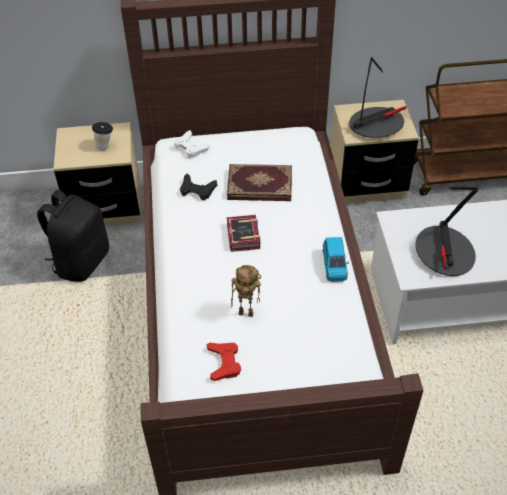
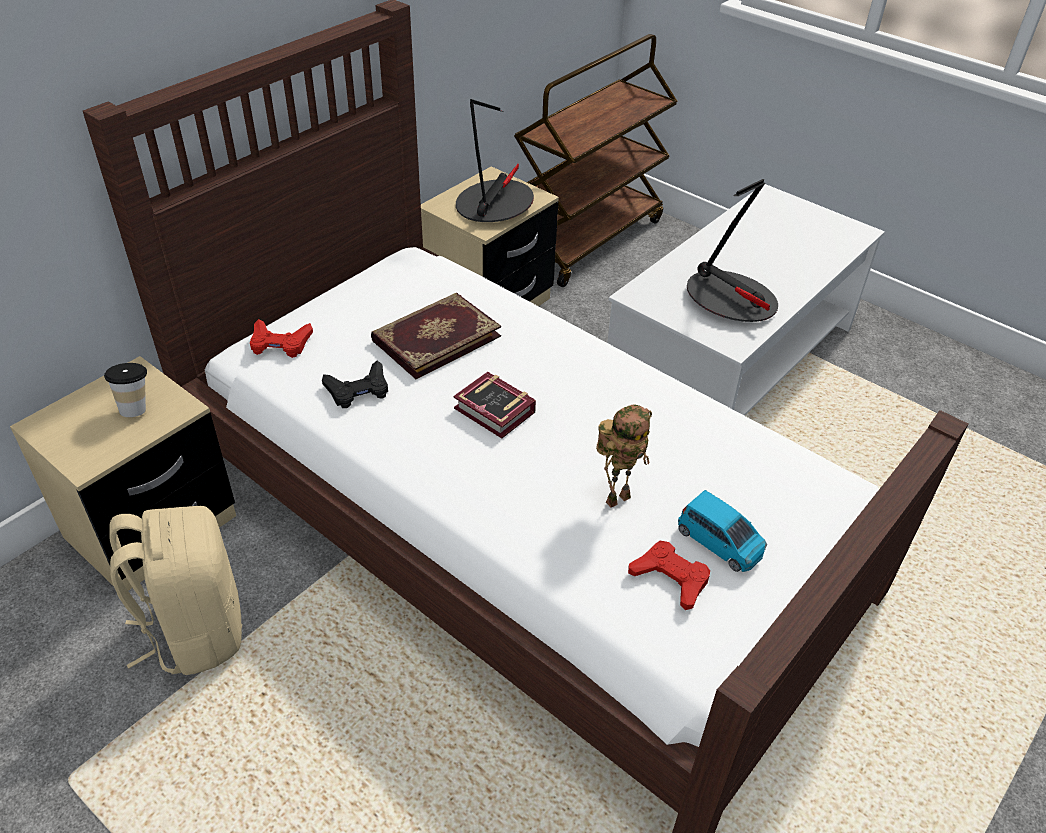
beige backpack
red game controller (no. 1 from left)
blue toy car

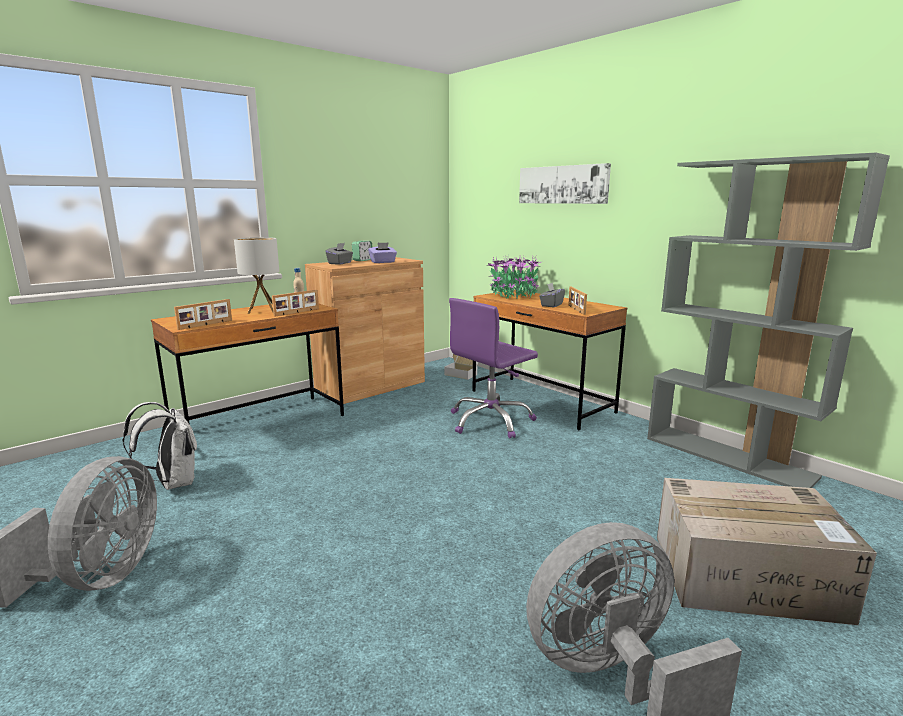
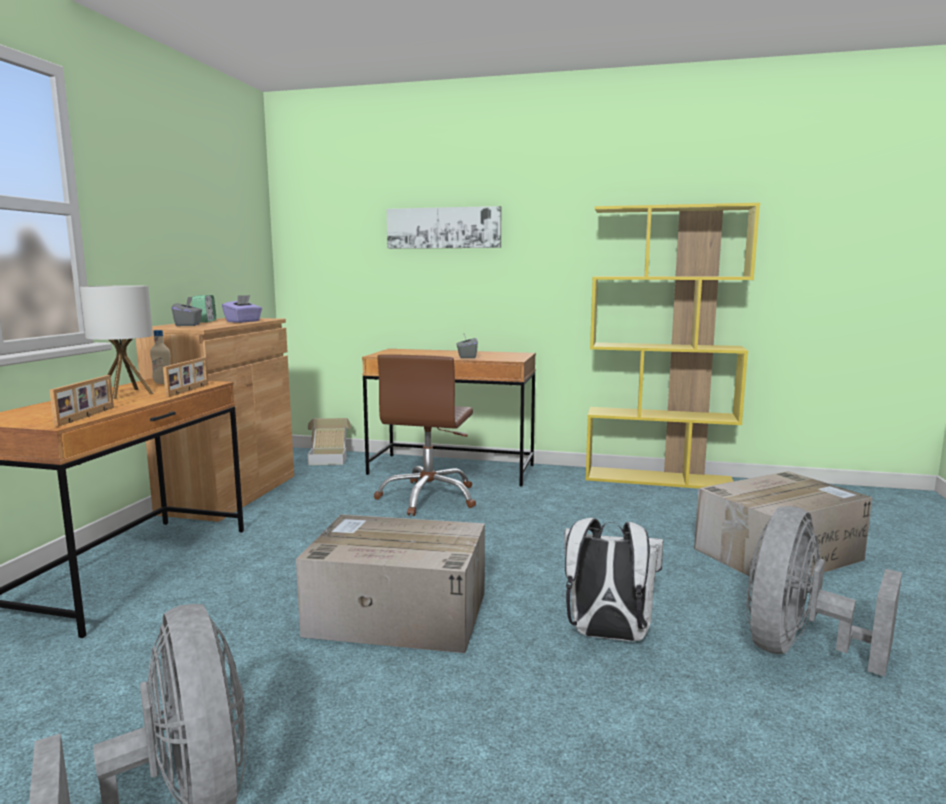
cardboard box (no. 2 from left)
brown office chair
white backpack
yellow bookcase
potted plant
picture frame (no. 3 from left in the first image)

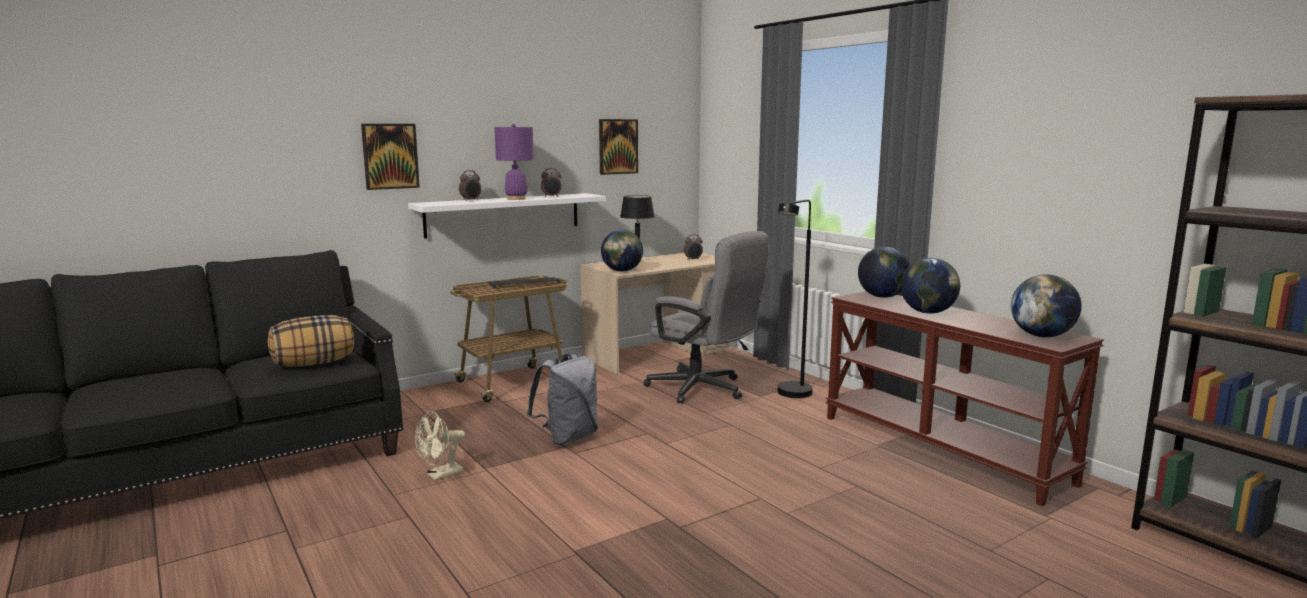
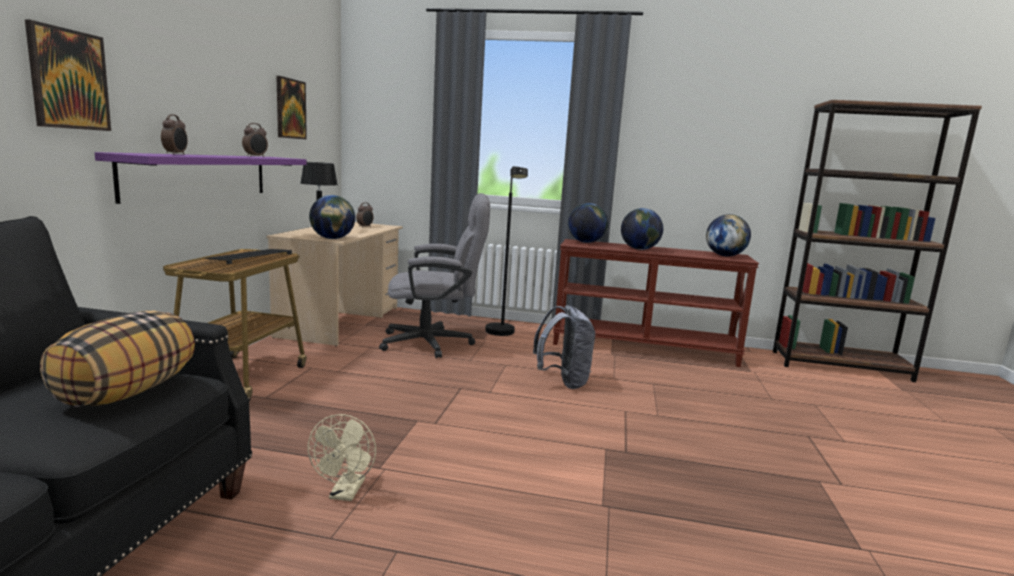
purple shelf
grey backpack
purple table lamp

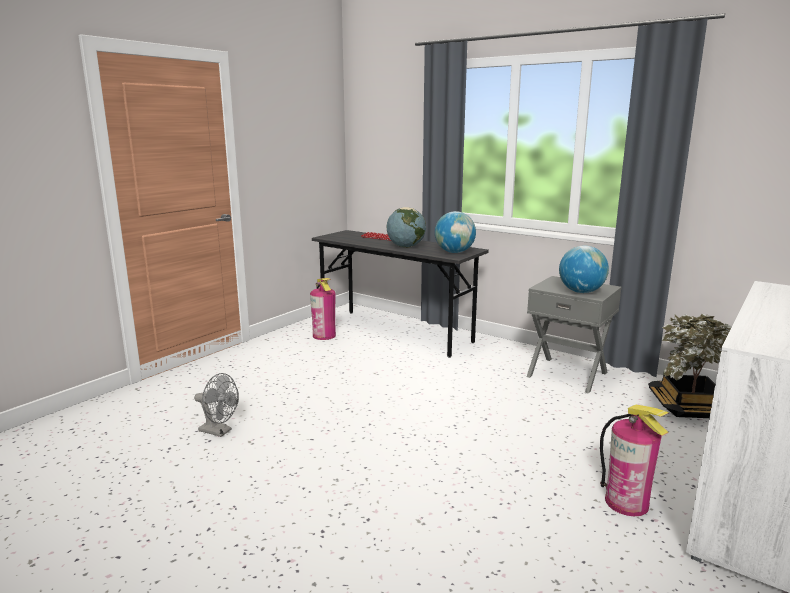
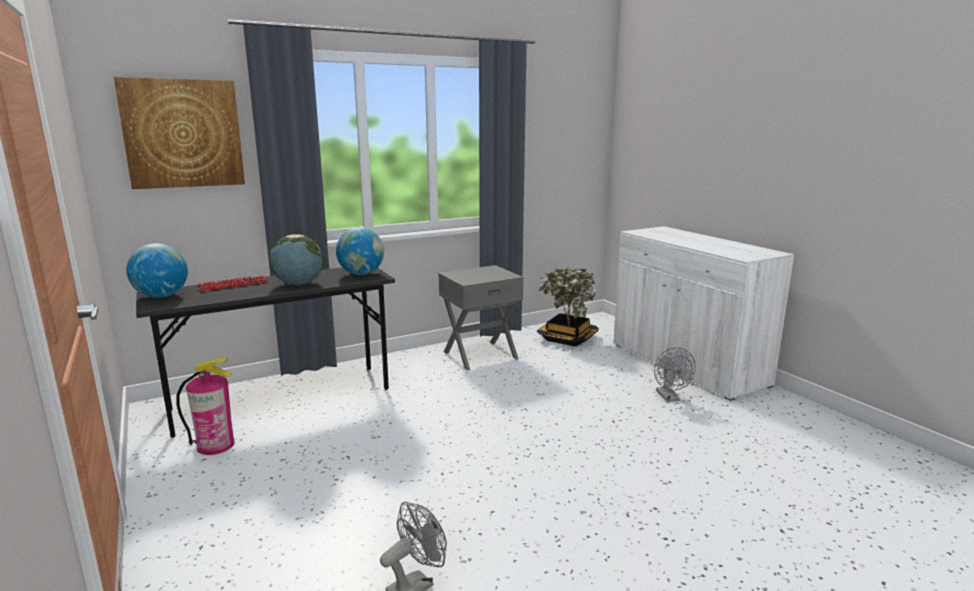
picture
globe (no. 1 from left)
grey fan (no. 2 from left)

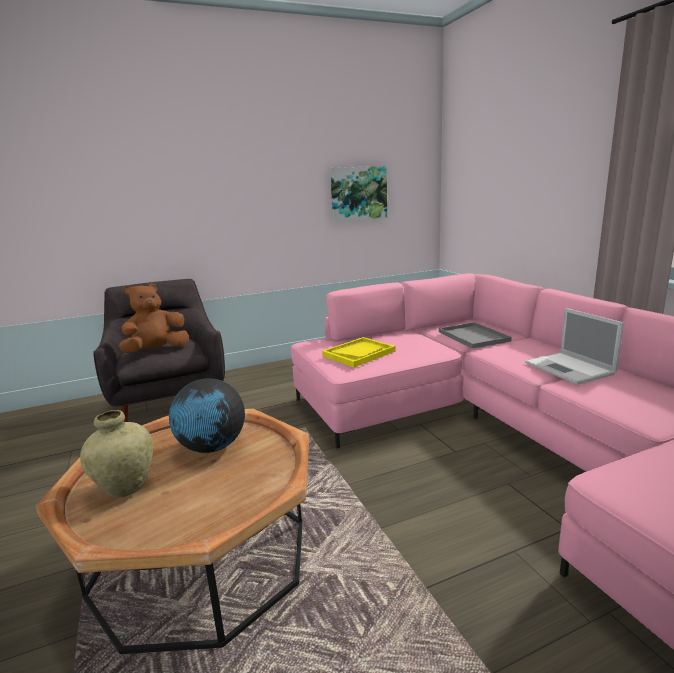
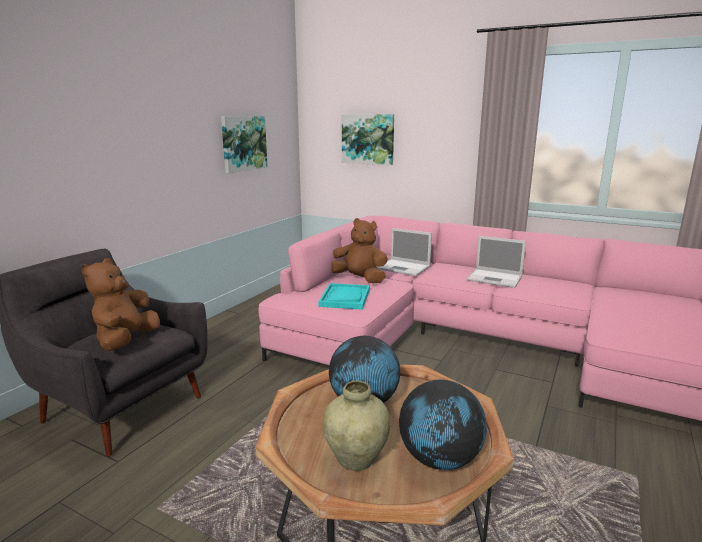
turquoise tray
brown plush toy (no. 2 from left)
picture (no. 2 from left)
laptop (no. 1 from left)
globe (no. 2 from left)

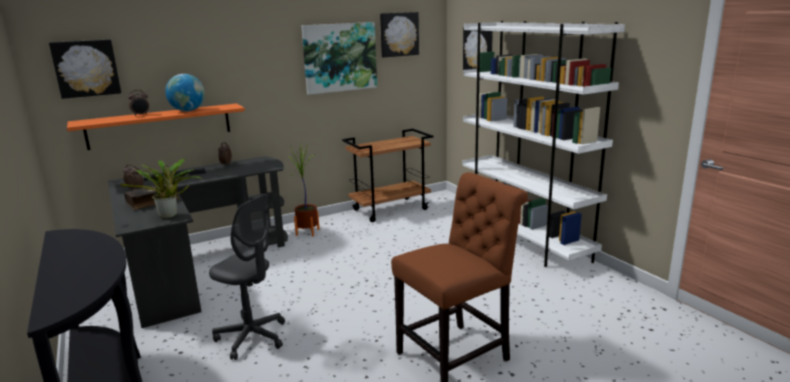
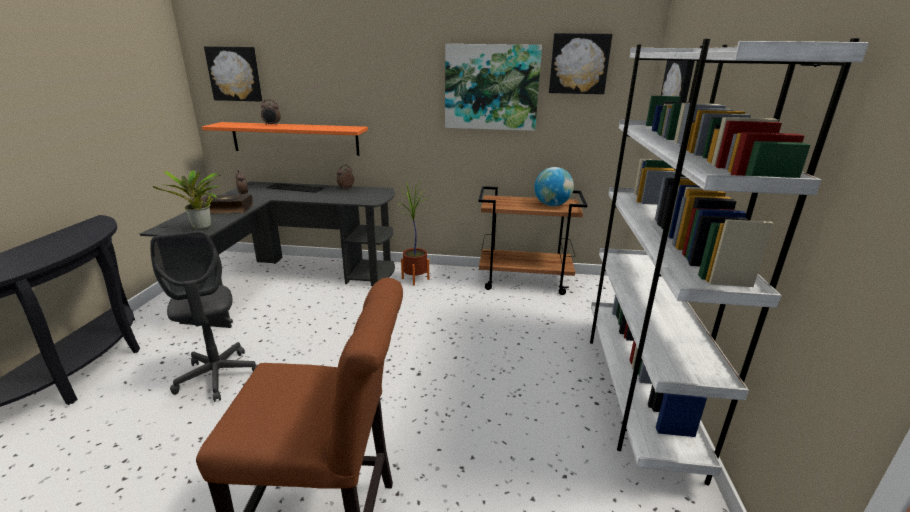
globe

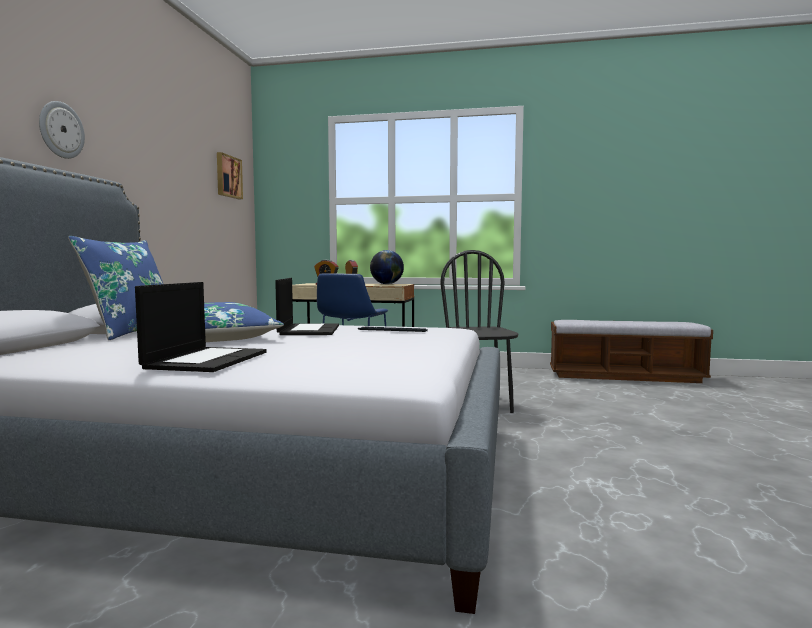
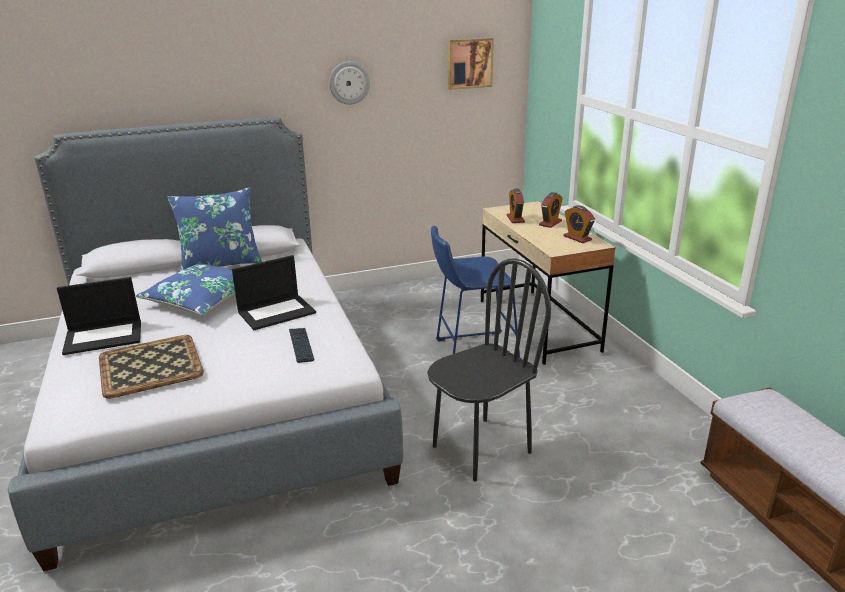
tray
wall clock
alarm clock (no. 3 from left)

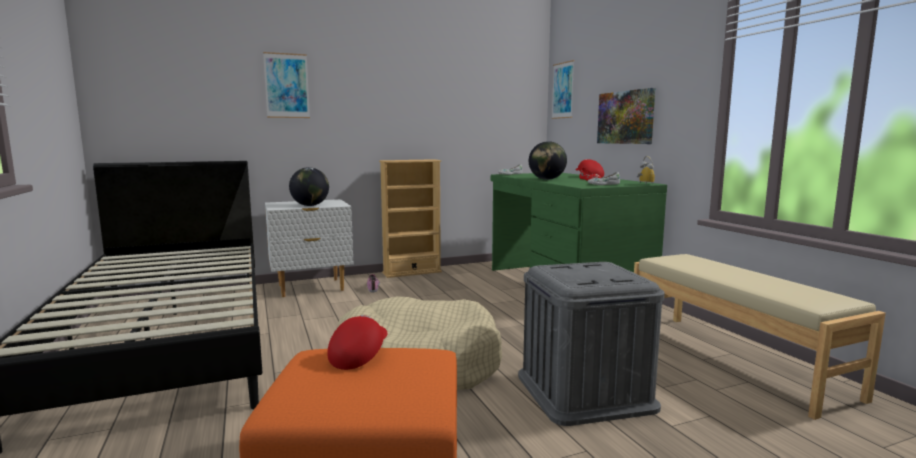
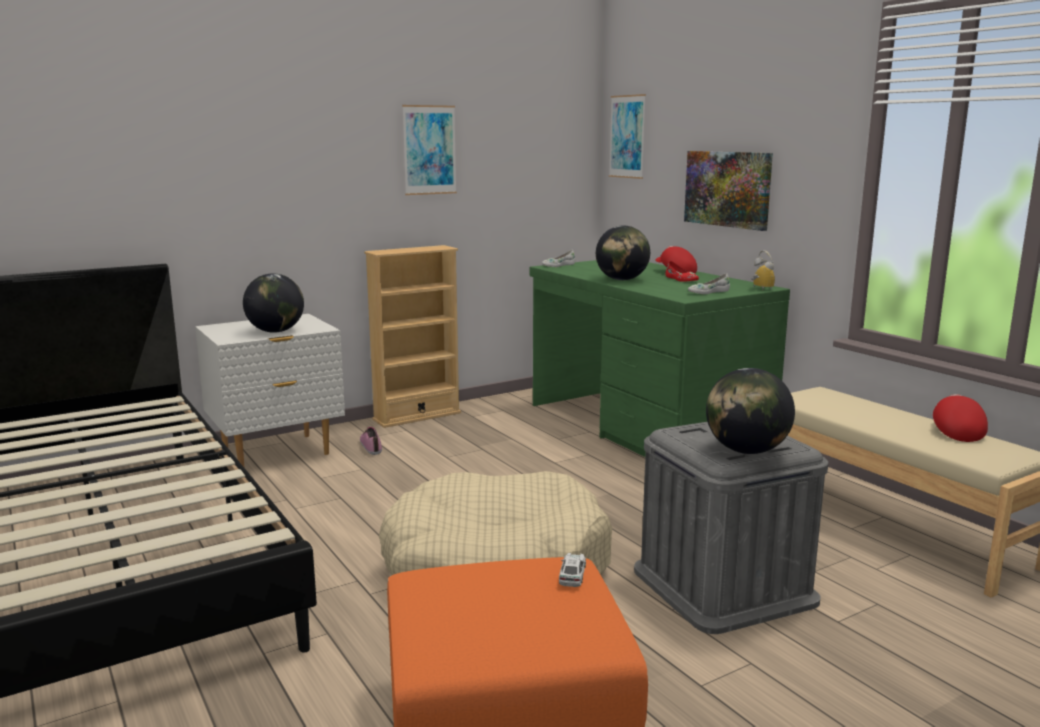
picture (no. 1 from left)
toy car
globe (no. 3 from left)
red cap (no. 2 from left)

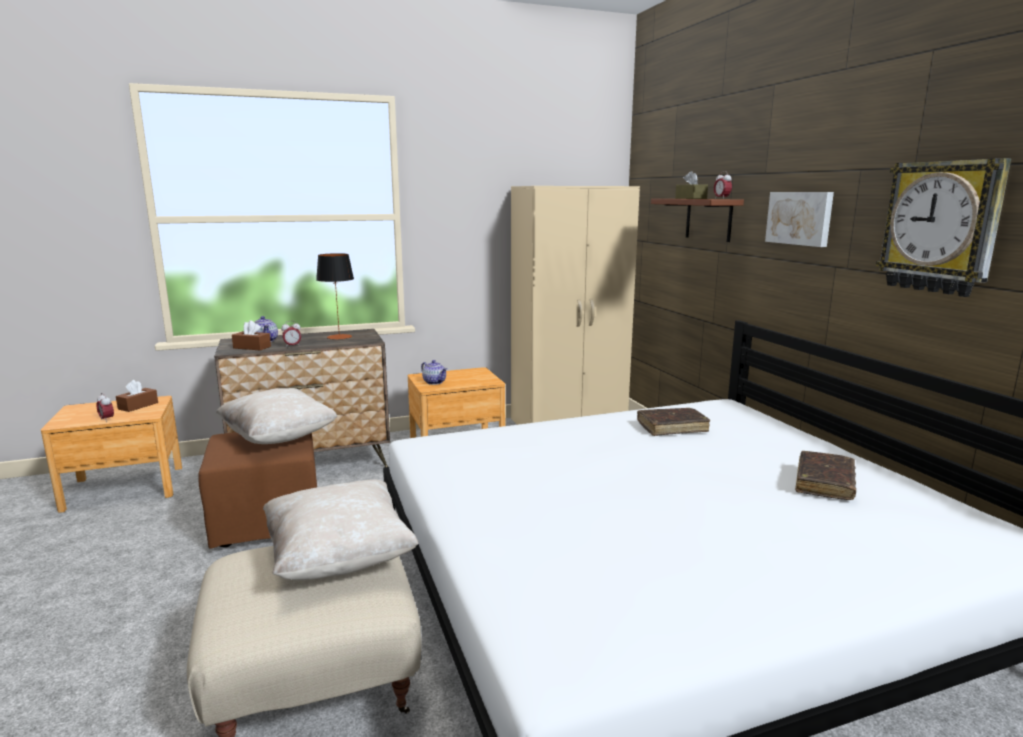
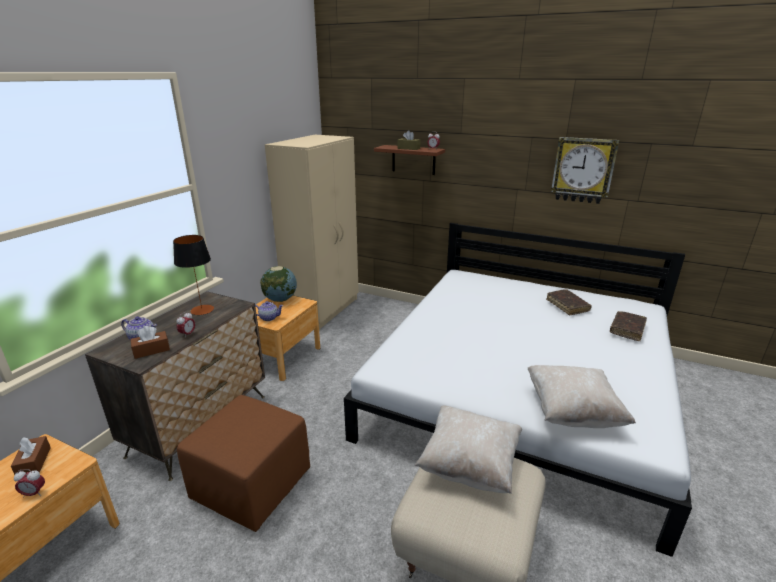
globe
beige pillow (no. 2 from left)
brown book (no. 2 from left)
picture

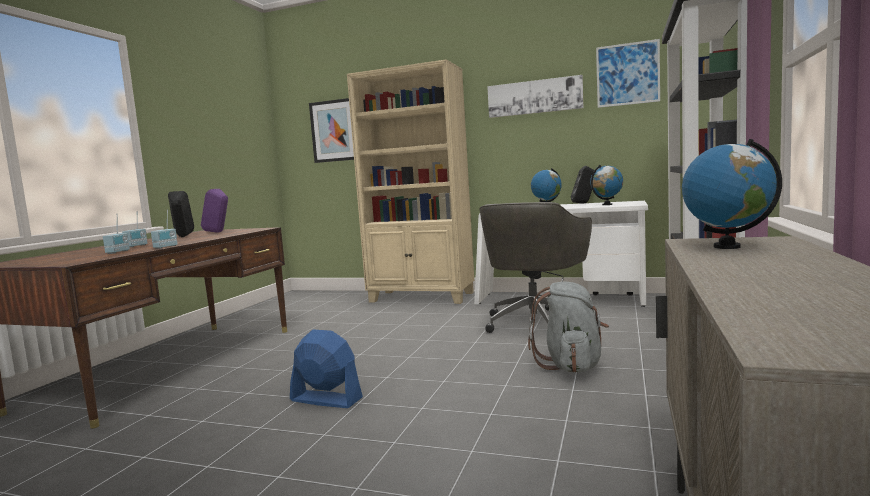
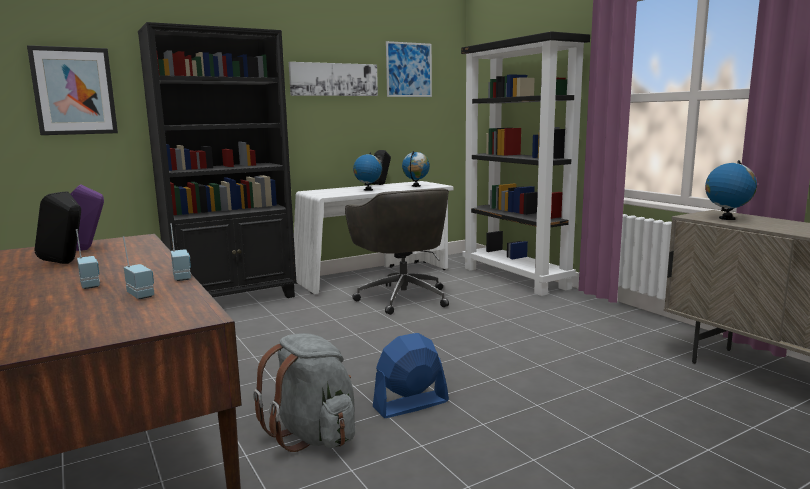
black bookcase (no. 1 from left)
grey backpack

